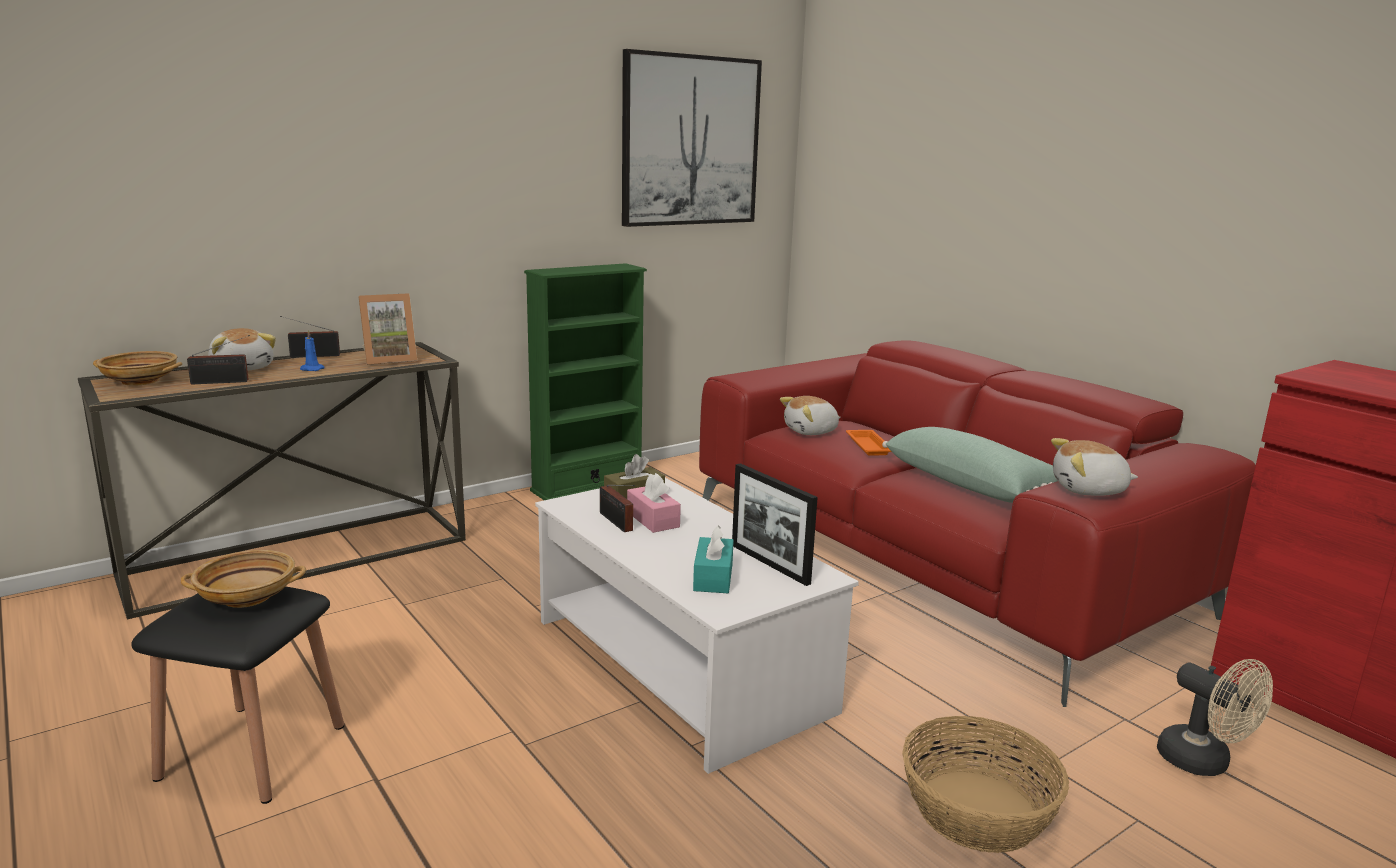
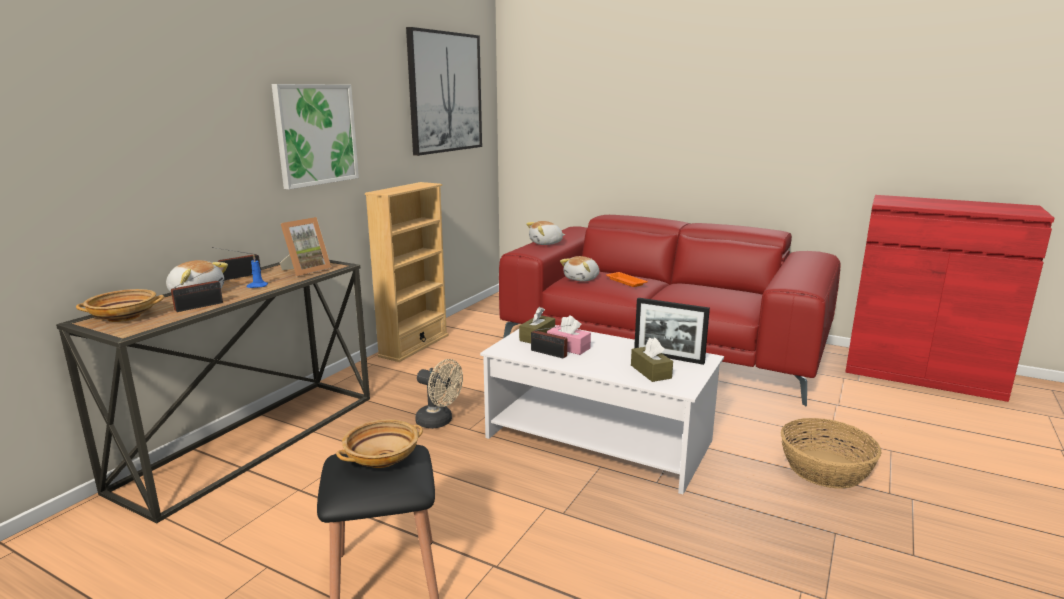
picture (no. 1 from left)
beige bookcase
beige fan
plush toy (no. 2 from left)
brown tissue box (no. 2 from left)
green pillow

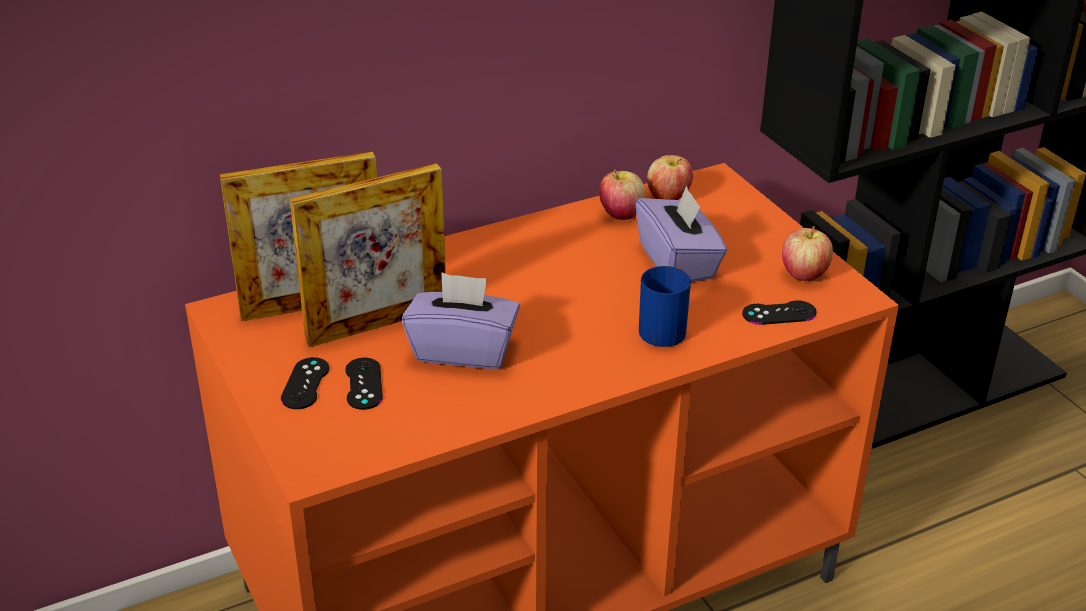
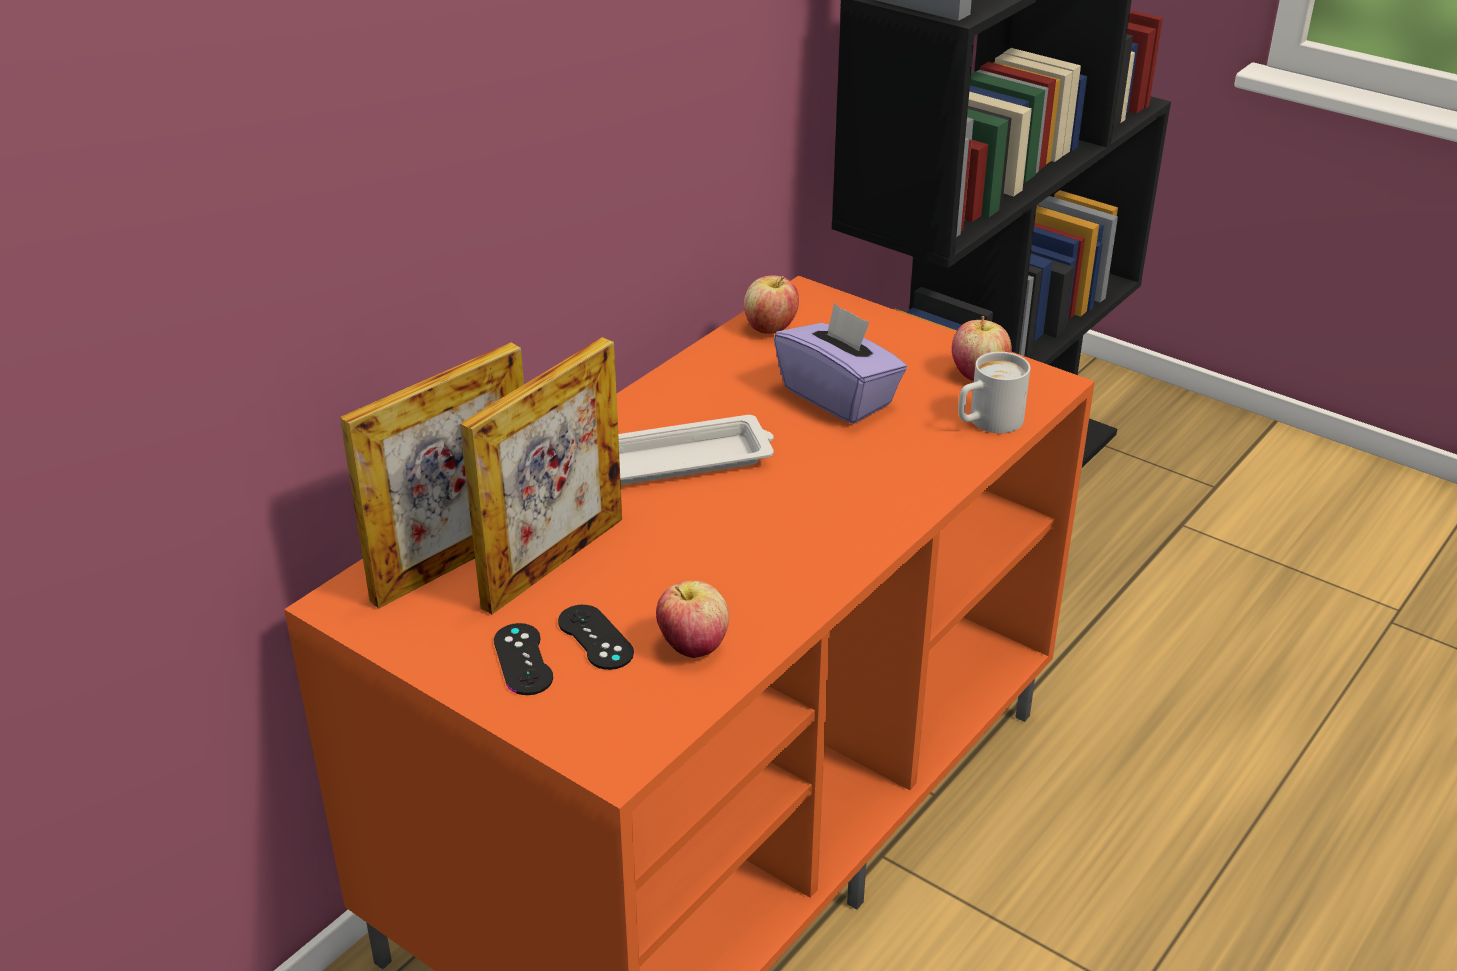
white tray
apple (no. 1 from left)
white mug
purple tissue box (no. 1 from left in the first image)
blue mug

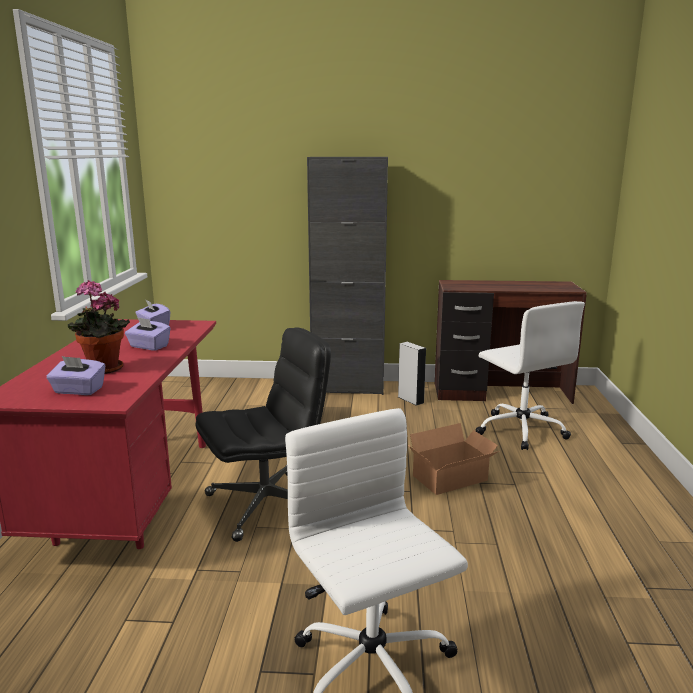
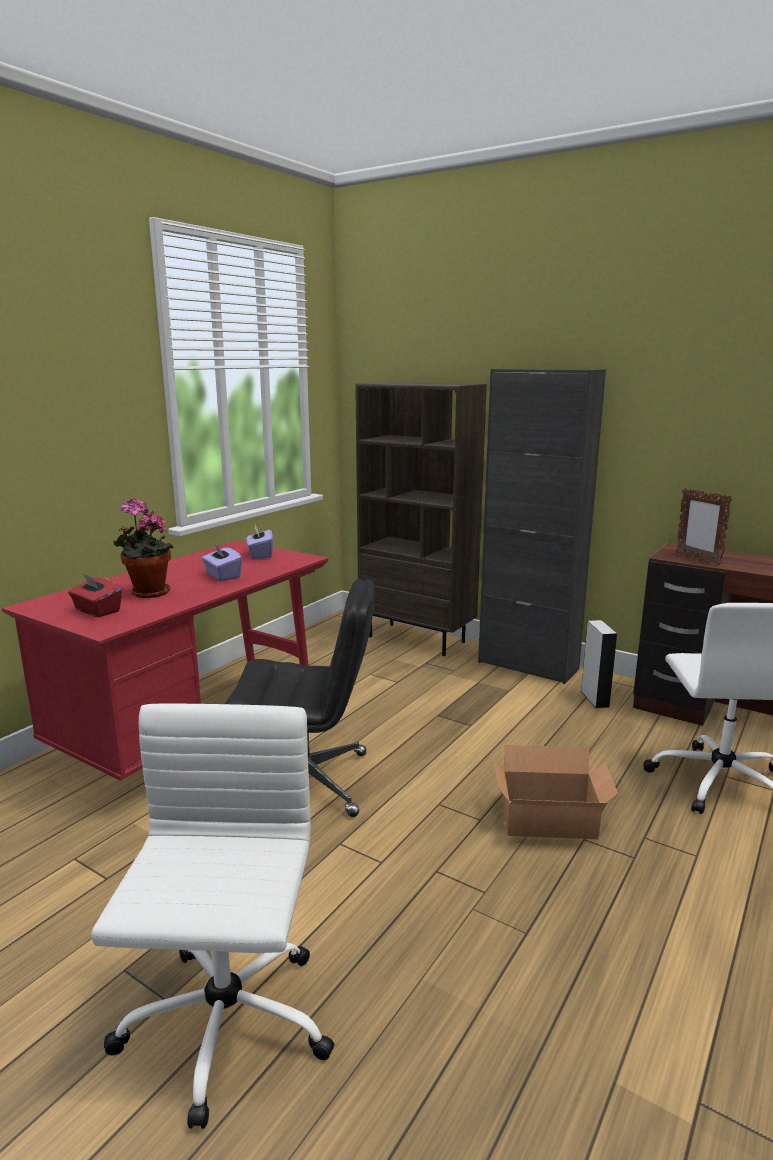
red tissue box
brown bookcase
picture frame

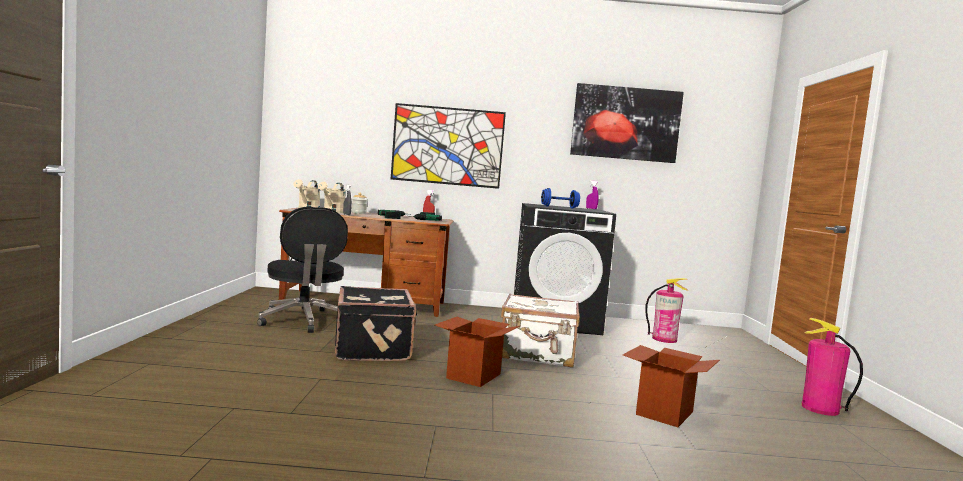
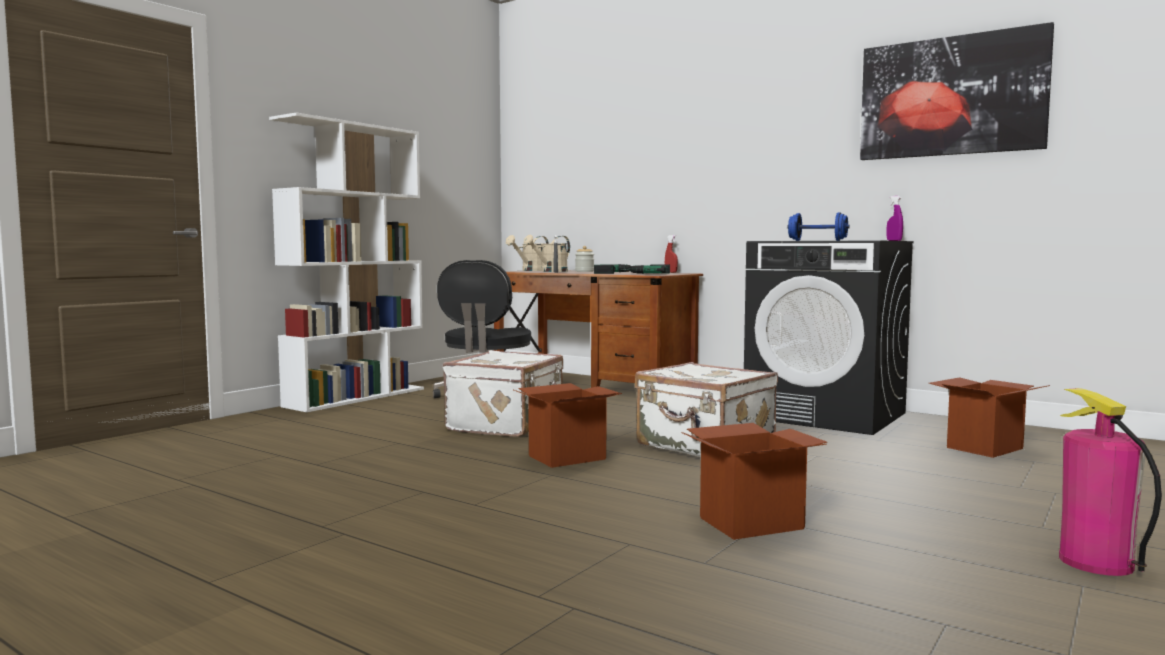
white bookcase
white suitcase (no. 1 from left)
cardboard box (no. 3 from left)
picture (no. 1 from left in the first image)

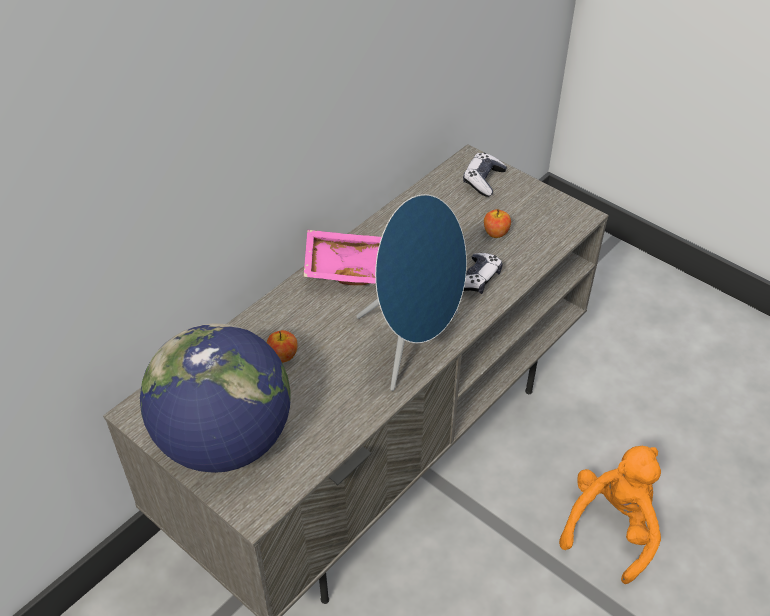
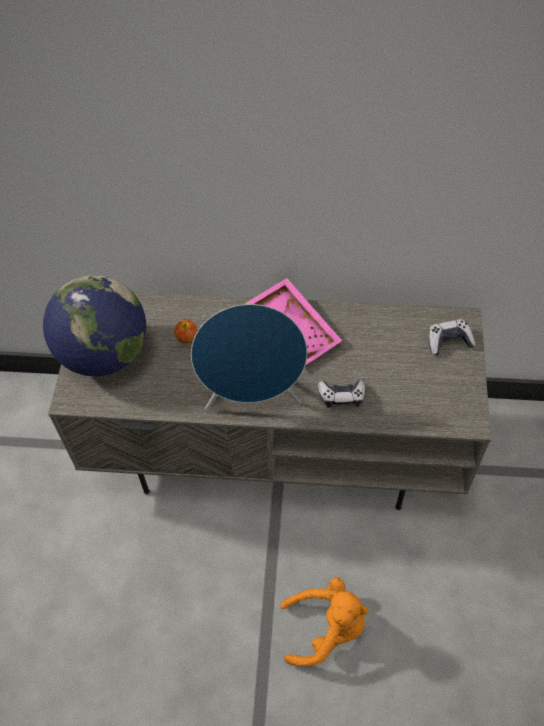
apple (no. 2 from left in the first image)

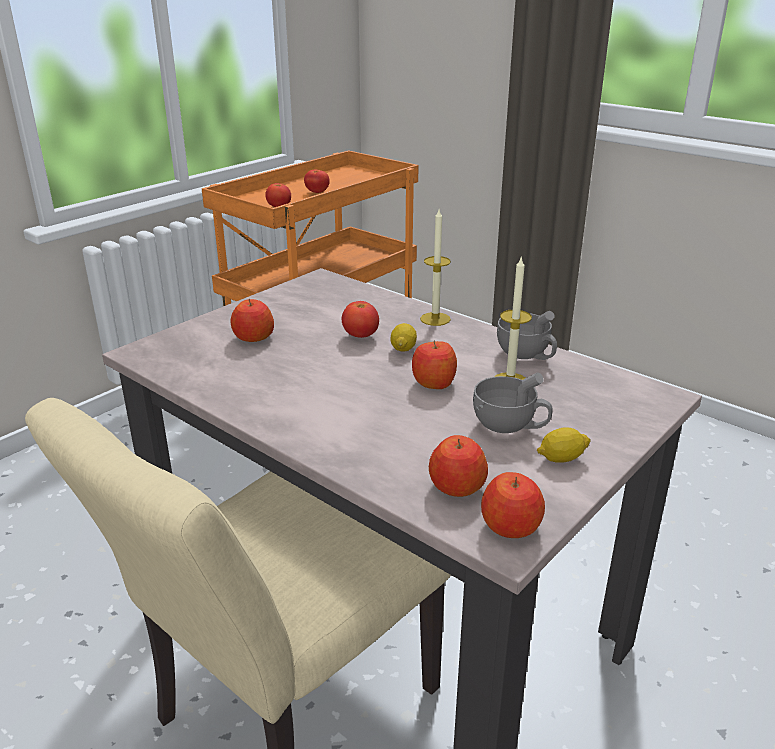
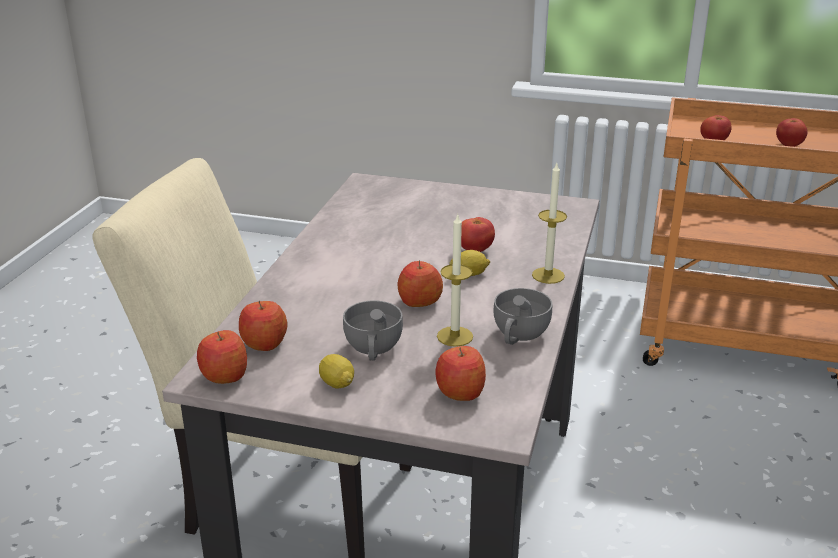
apple (no. 4 from left)

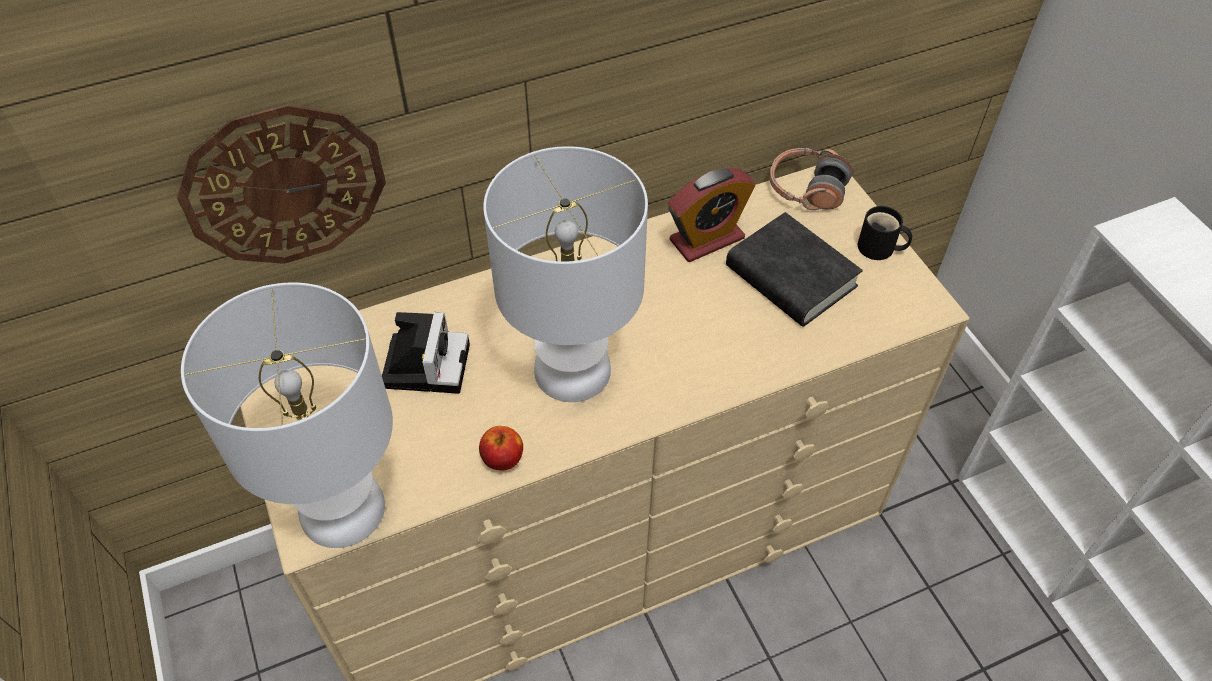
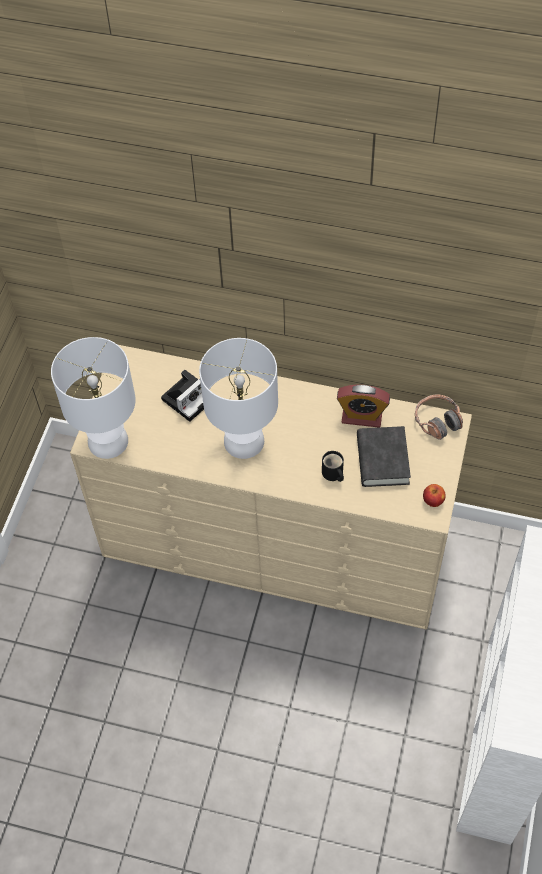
black mug
apple
wall clock

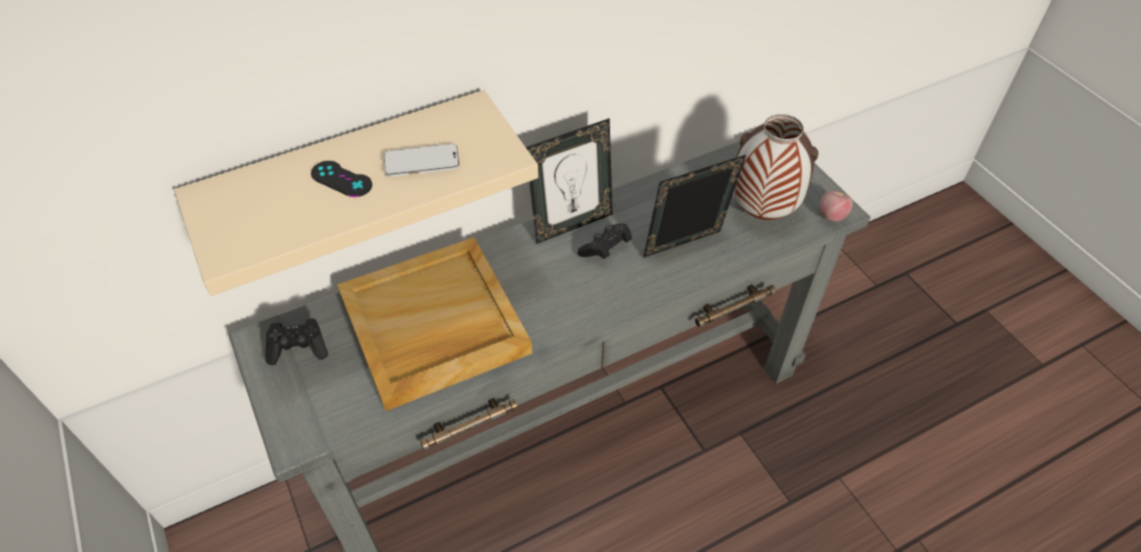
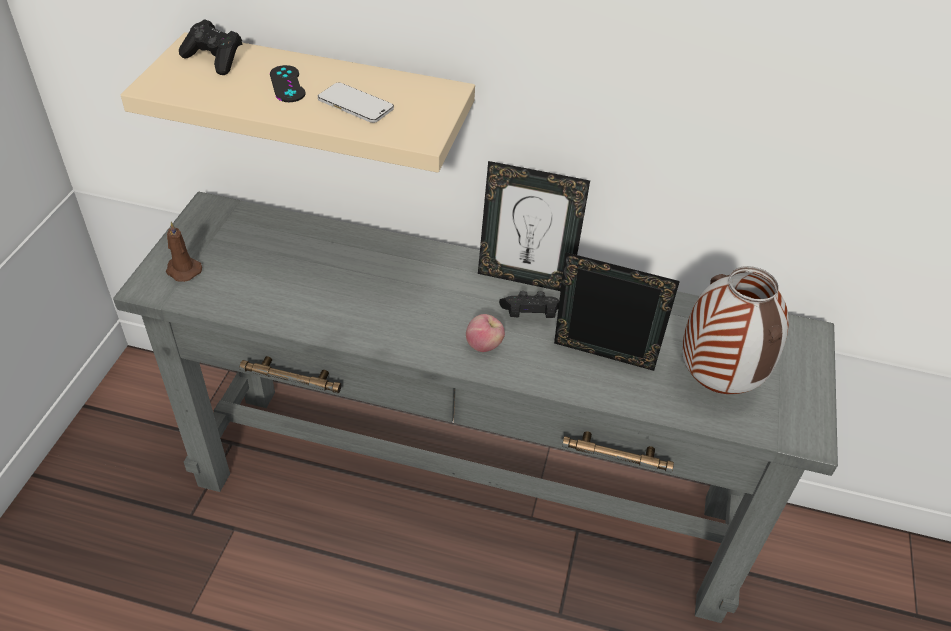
brown candle
black game controller (no. 1 from left)
apple
beige tray

